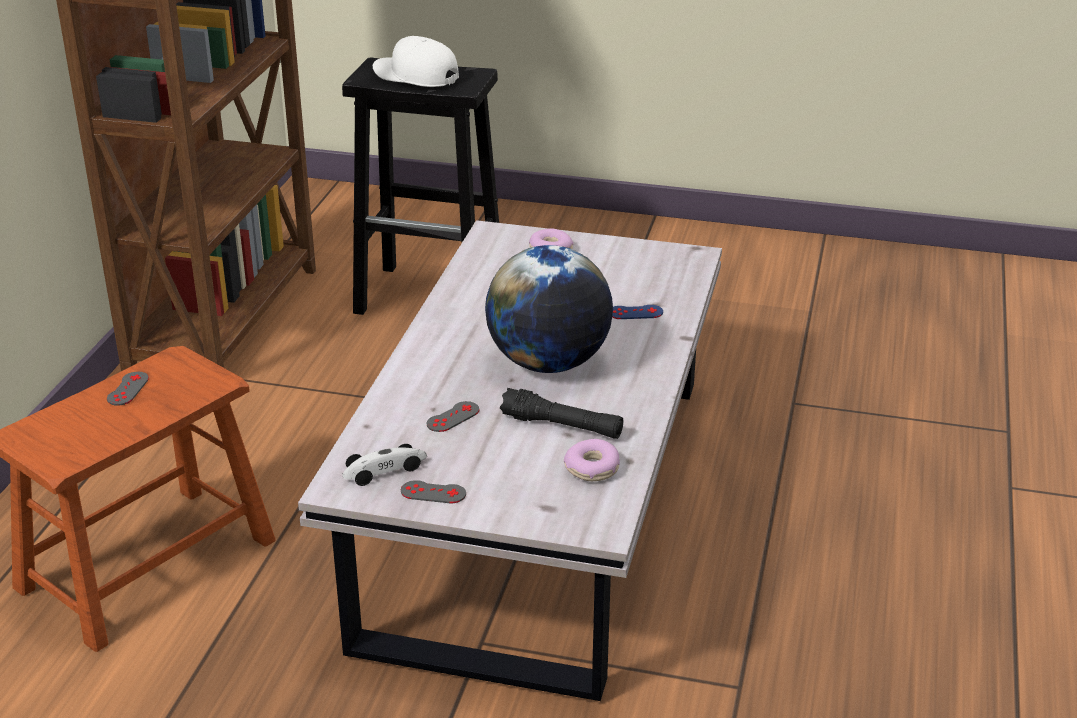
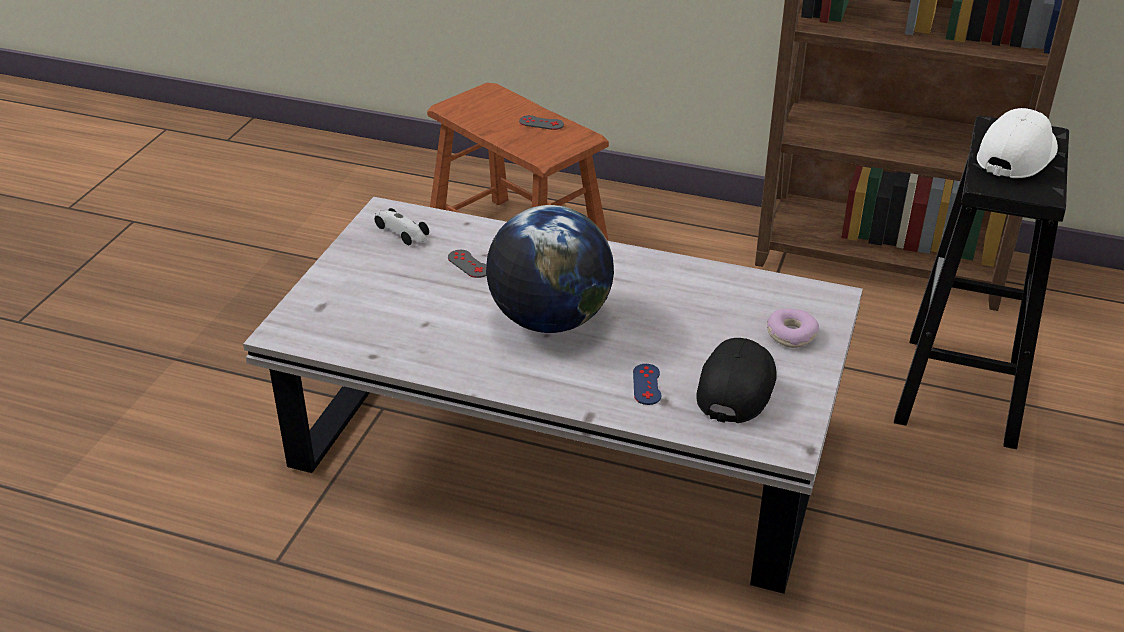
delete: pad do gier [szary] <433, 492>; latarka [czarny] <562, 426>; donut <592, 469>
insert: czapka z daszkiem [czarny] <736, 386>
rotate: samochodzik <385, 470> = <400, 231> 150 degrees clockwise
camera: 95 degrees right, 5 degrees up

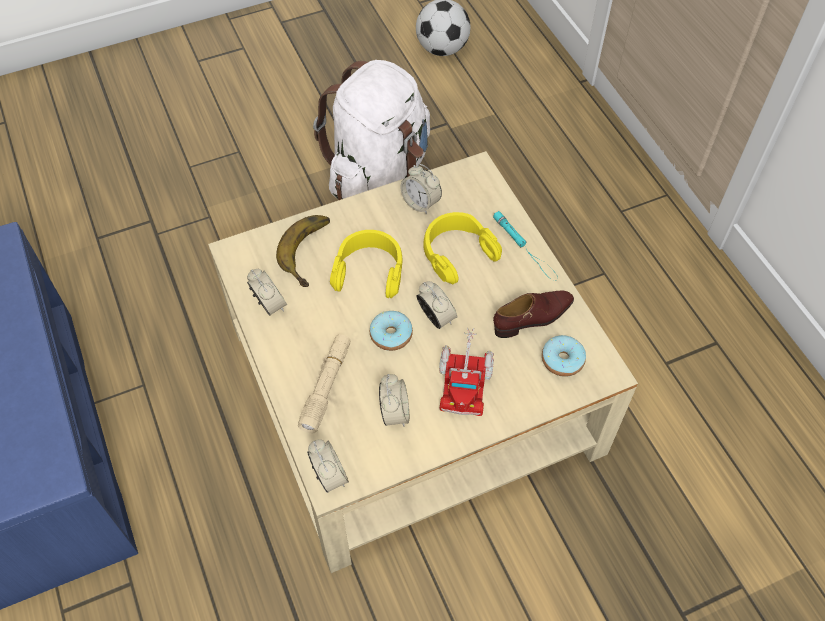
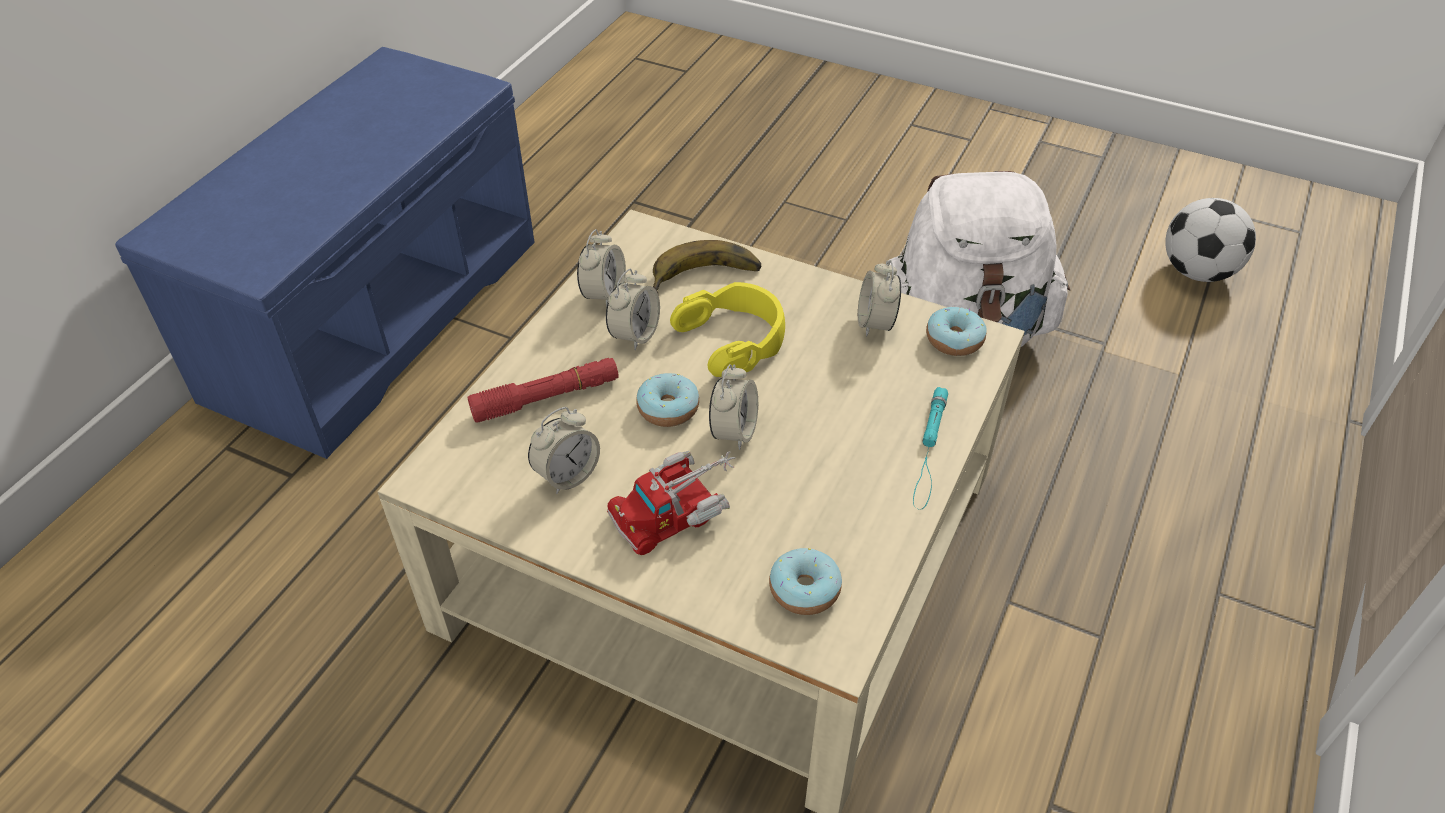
delete: słuchawki [żółty] <457, 252>; but [brązowy] <533, 317>
insert: donut <954, 340>
move: budzik <329, 476> to <634, 334>
recolor: latarka [beżowy] <326, 386> to latarka [czerwony] <546, 398>
camera: 50 degrees right, 10 degrees down

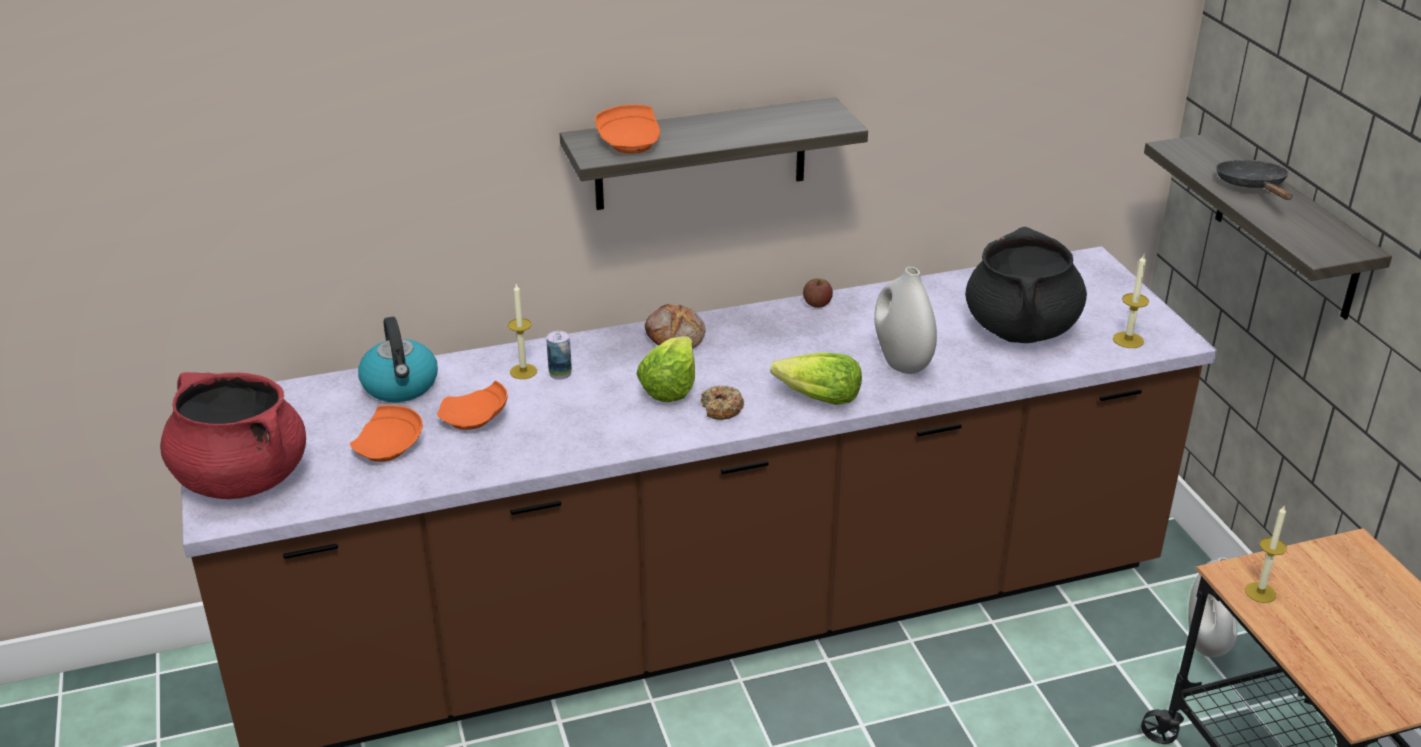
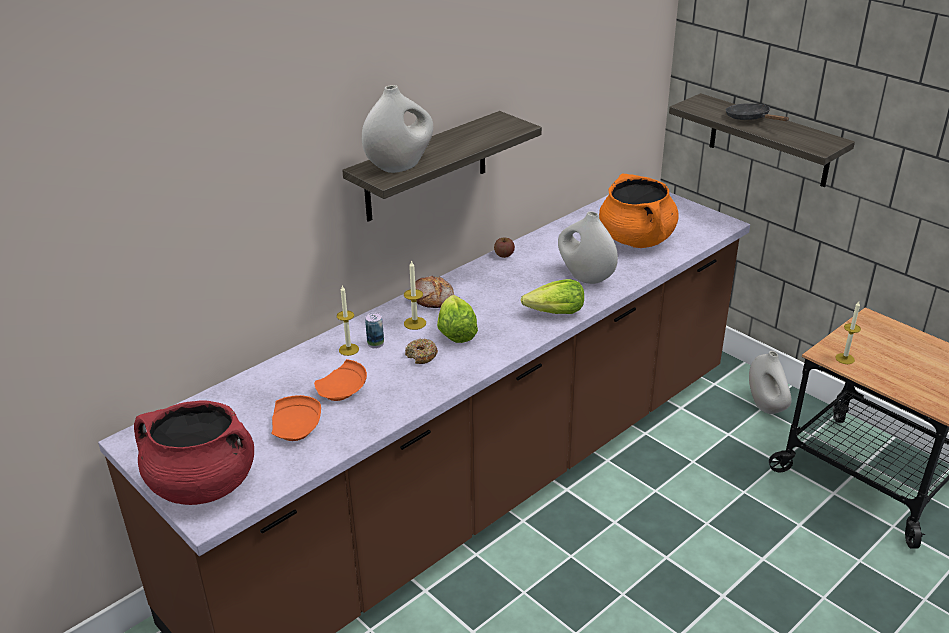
delete: czajnik <401, 386>
move: donut <721, 409> to <421, 356>; świeca <1128, 340> to <415, 323>
replace: talerz [pomarańczowy] <631, 143> to wazon [biały] <400, 166>
recolor: garnek [czarny] <1021, 329> to garnek [pomarańczowy] <636, 239>
camera: 25 degrees left, 0 degrees up

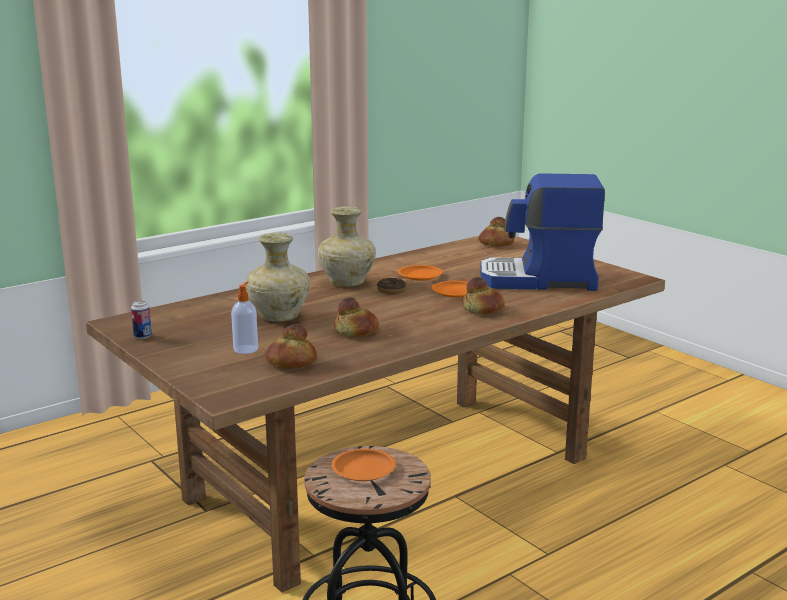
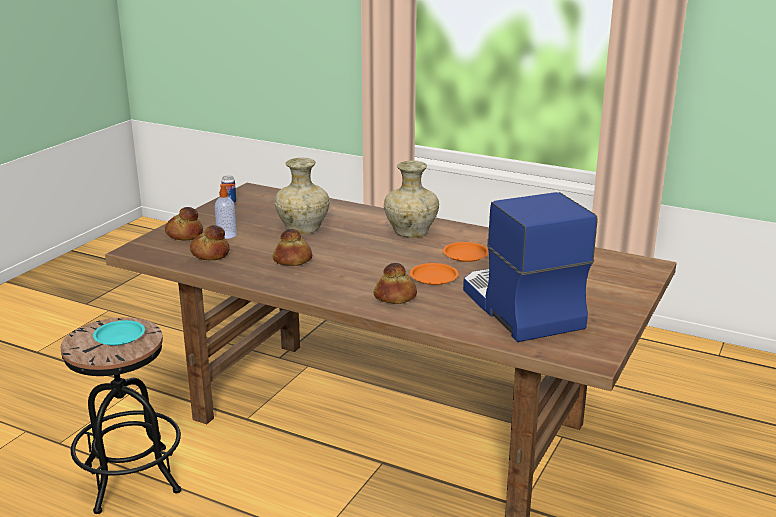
delete: donut <391, 290>
move: chleb <496, 244> to <185, 234>
recolor: talerz [pomarańczowy] <363, 469> to talerz [turkusowy] <119, 336>
camera: 65 degrees right, 5 degrees up

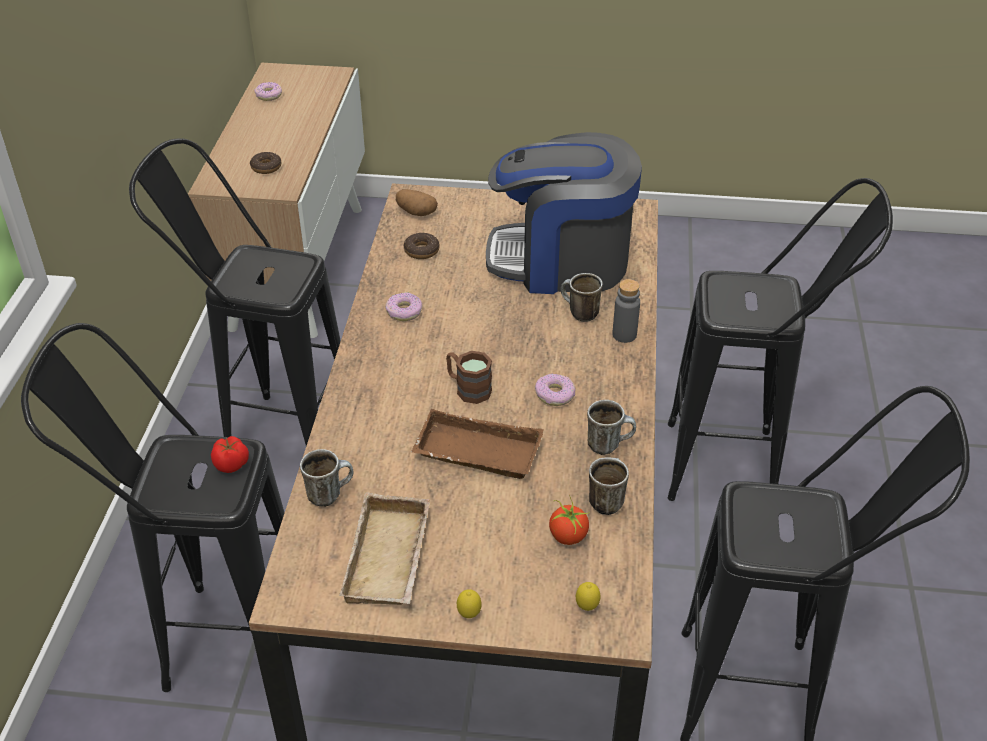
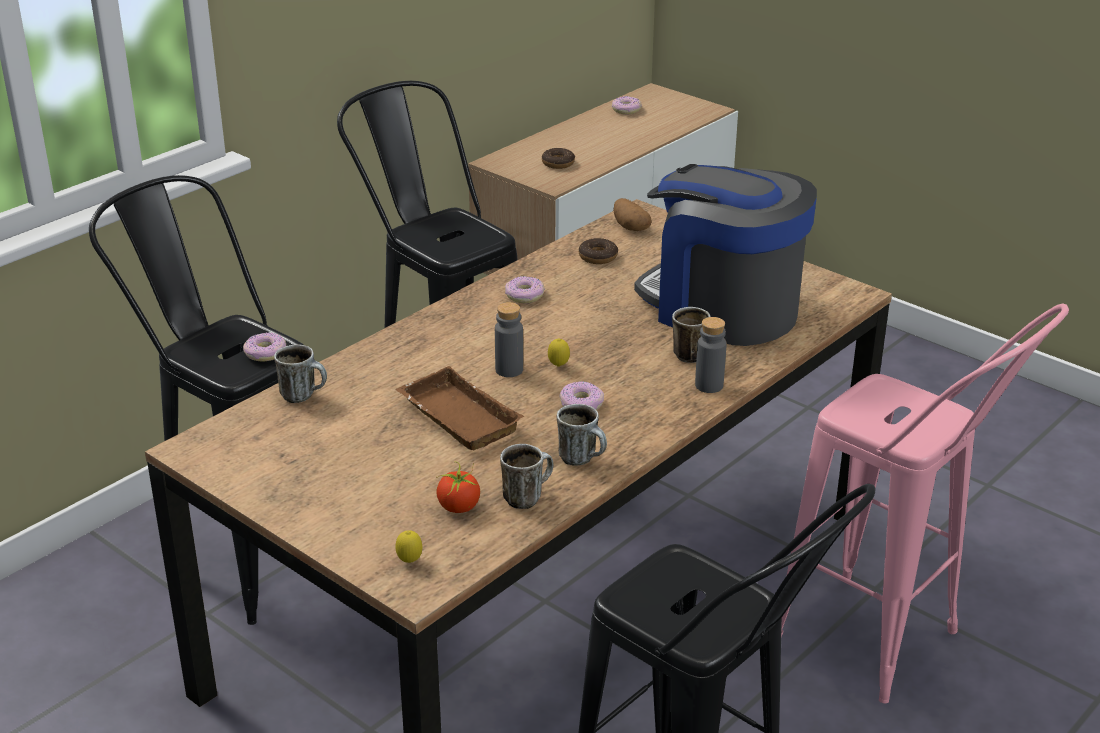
delete: taca [beżowy] <391, 559>
move: cytryna <469, 615> to <558, 366>
replace: pomidor <232, 464> to donut <266, 353>; kubek [brązowy] <468, 388> to butelka [szary] <509, 370>
recolor: stołek [czarny] <743, 467> to stołek [różowy] <889, 650>
camera: 35 degrees right, 10 degrees down

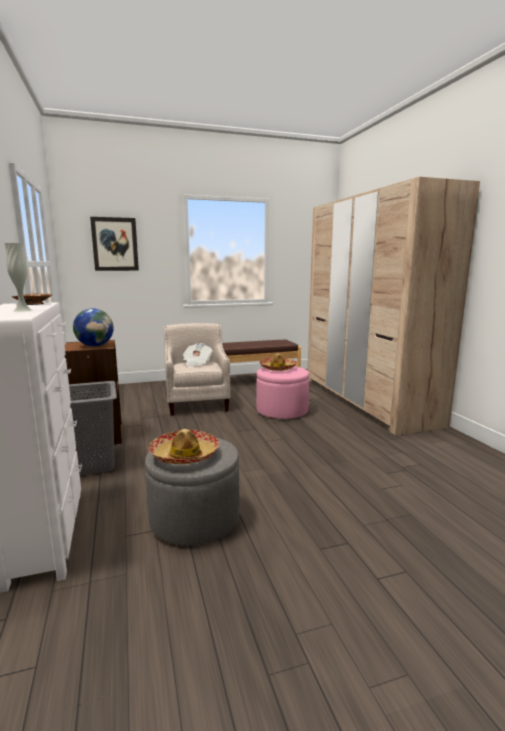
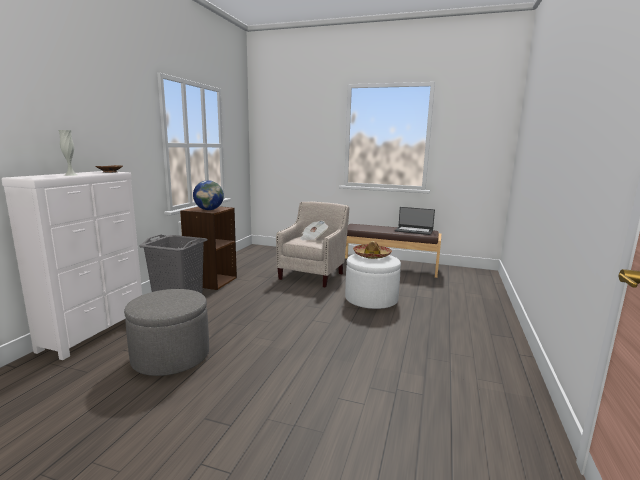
delete: obraz <115, 244>; kapelusz <185, 455>; szafa [beżowy] <366, 400>
insert: laptop <414, 231>
recolor: pufa [różowy] <282, 411> to pufa [biały] <371, 299>
camera: 35 degrees right, 0 degrees up

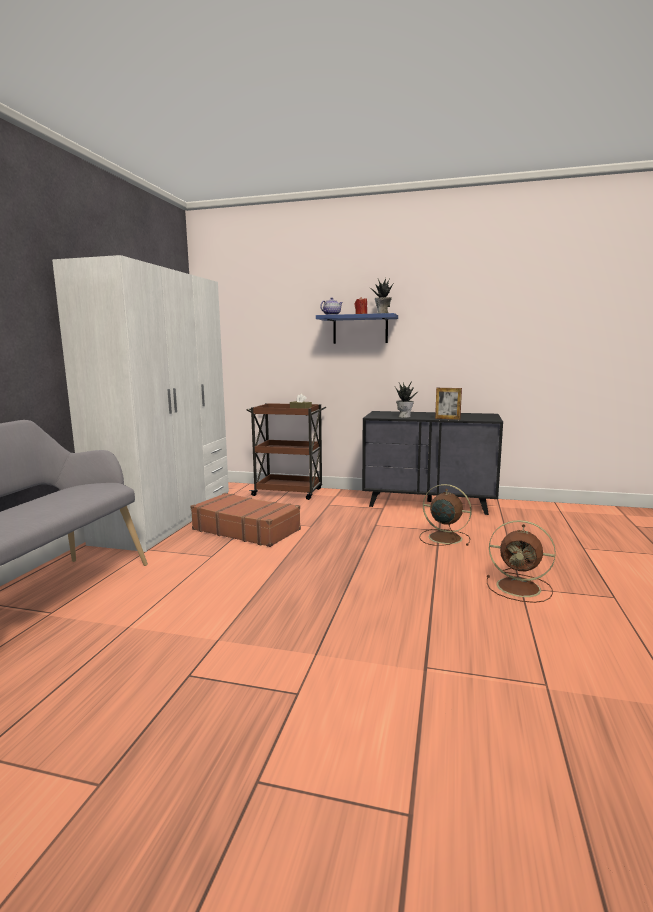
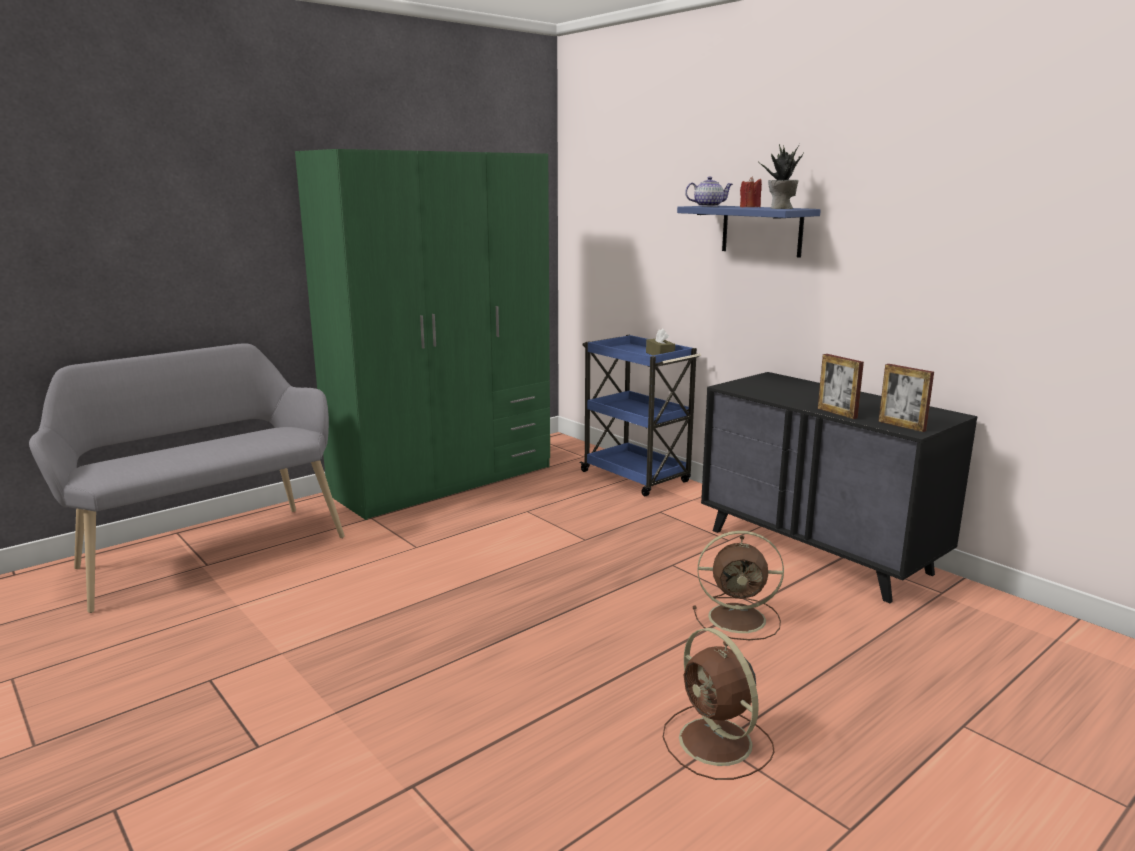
delete: walizka [brązowy] <246, 529>; roślina doniczkowa <404, 417>
insert: ramka na zdjęcie <901, 426>
recolor: szafa [biały] <167, 518> to szafa [zielony] <444, 480>; wózek [brązowy] <289, 492> to wózek [niebieski] <636, 477>
rotate: wentylator [brązowy] <443, 537> = <739, 618> 120 degrees clockwise
camera: 35 degrees right, 5 degrees up

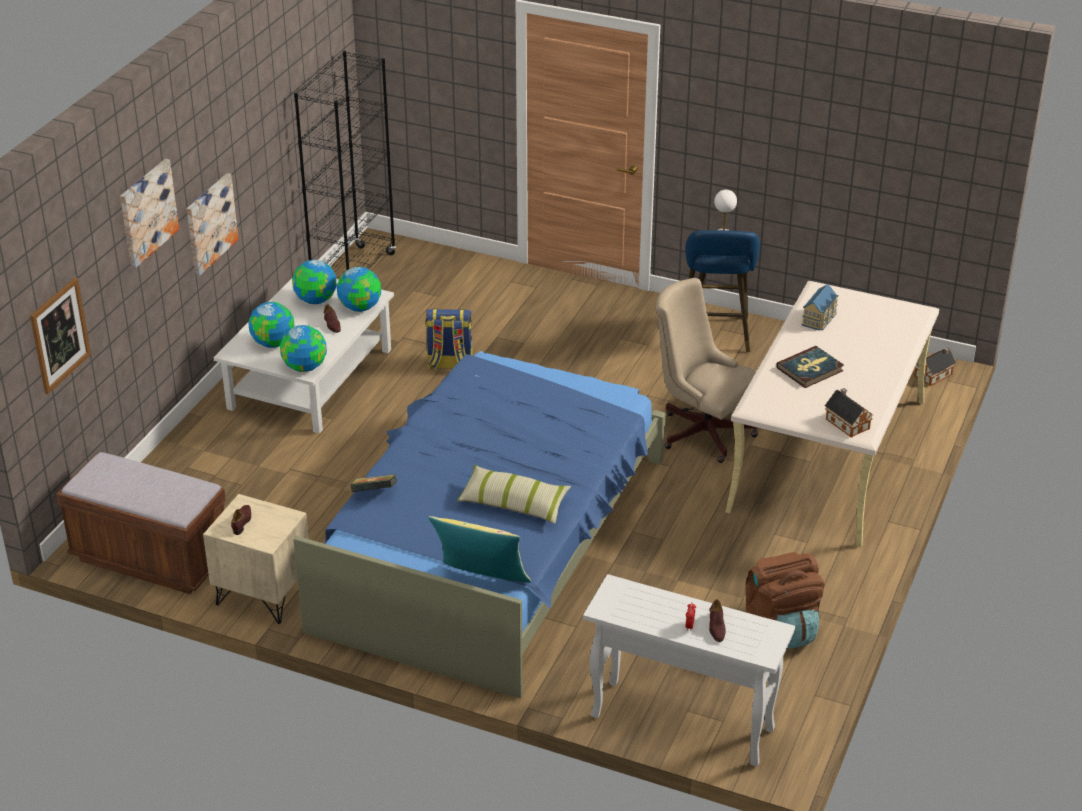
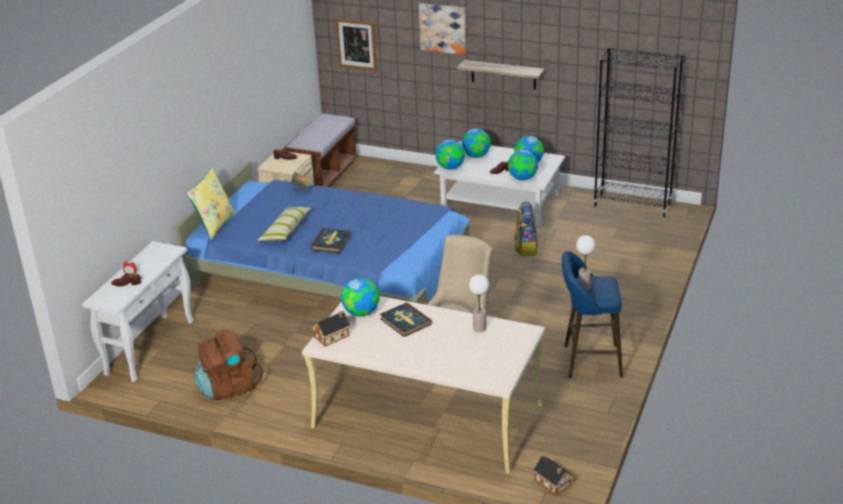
insert: książka <331, 242>; globus <361, 312>
replace: obraz <210, 223> to półka <503, 74>; domek <820, 319> to lampa stołowa <479, 328>
camera: 90 degrees right, 5 degrees down

